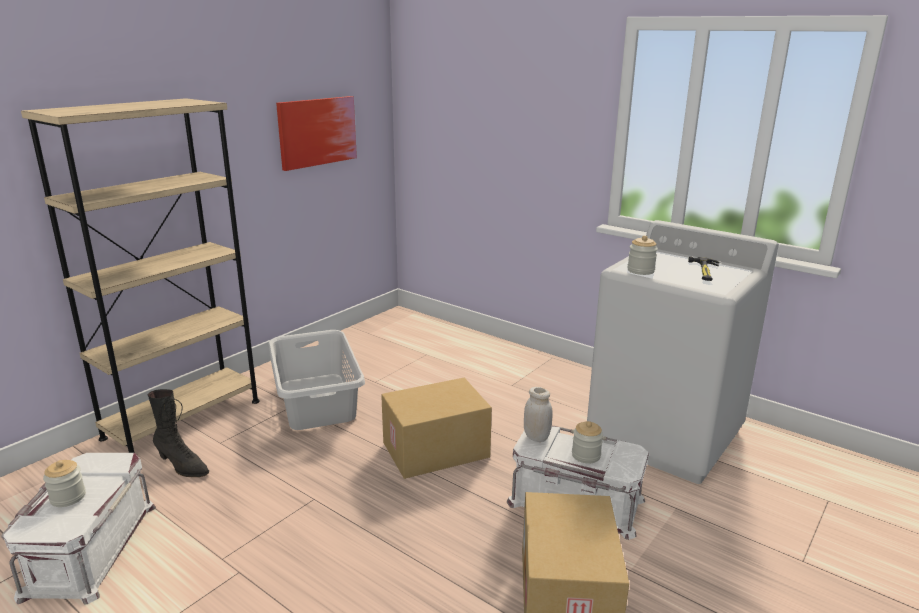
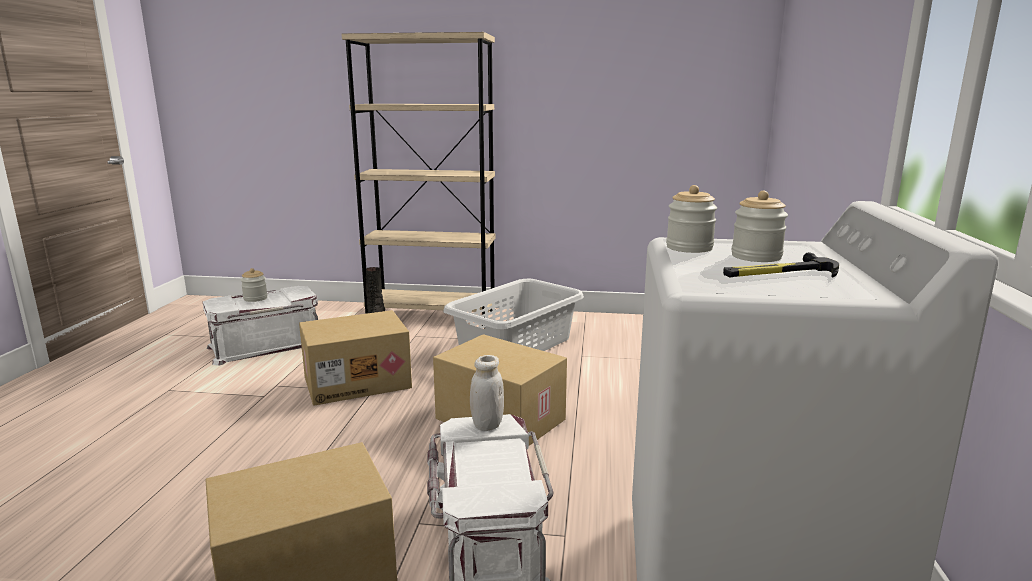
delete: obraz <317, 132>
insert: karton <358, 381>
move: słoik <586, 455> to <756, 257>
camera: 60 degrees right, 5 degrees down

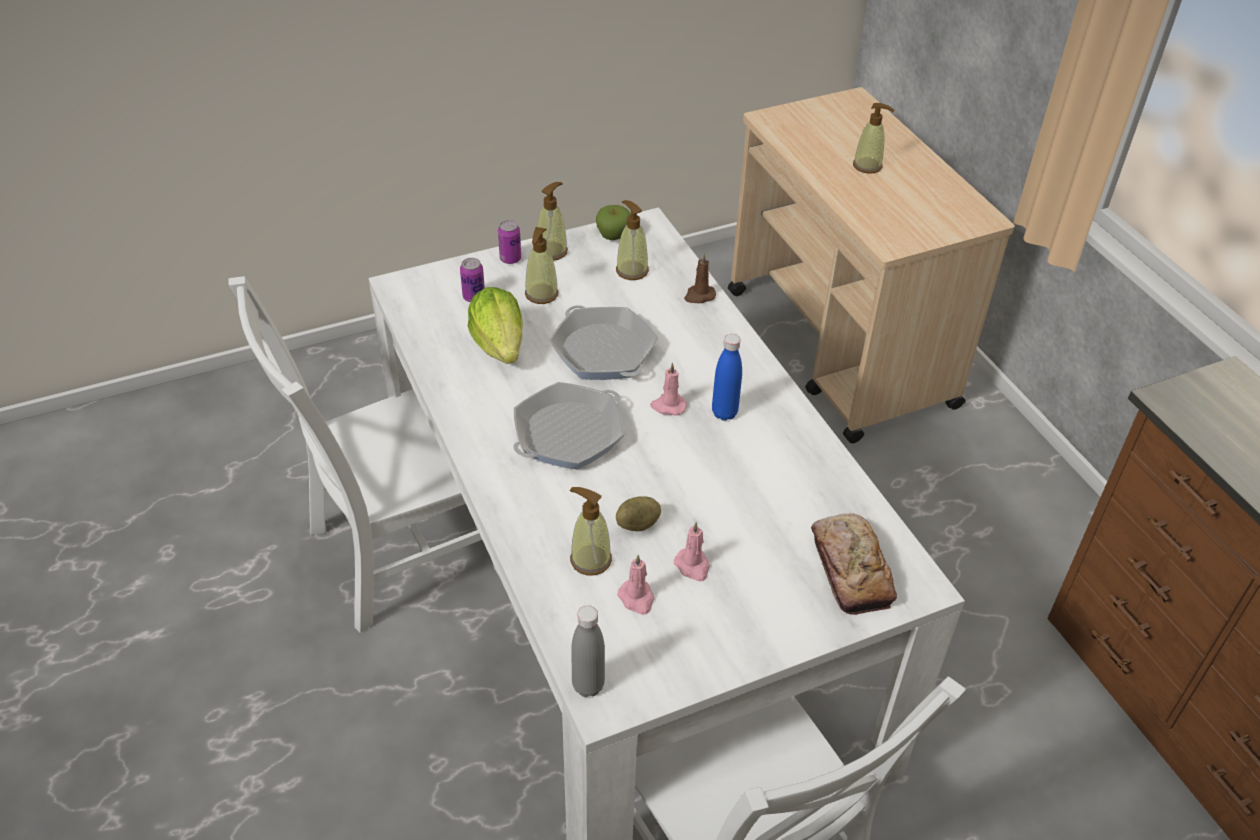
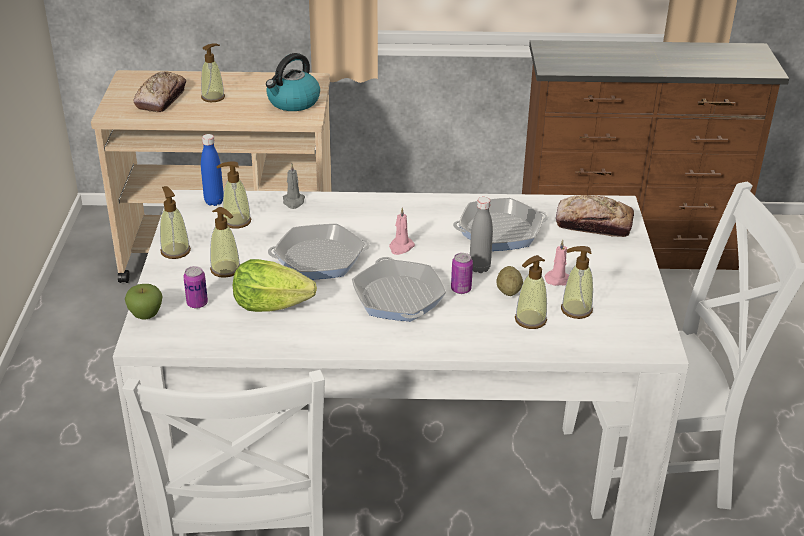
insert: chleb <161, 99>; czajnik <293, 102>; patelnia <500, 231>
move: puszka <510, 259> to <461, 289>; butelka [szary] <588, 685> to <479, 268>; jabłko <613, 236> to <146, 315>; butelka [niebieski] <724, 413> to <214, 201>
replace: świeca [różowy] <637, 598> to dozownik mydła <576, 310>
recolor: świeca [brązowy] <699, 296> to świeca [szary] <293, 202>
camera: 65 degrees left, 10 degrees down

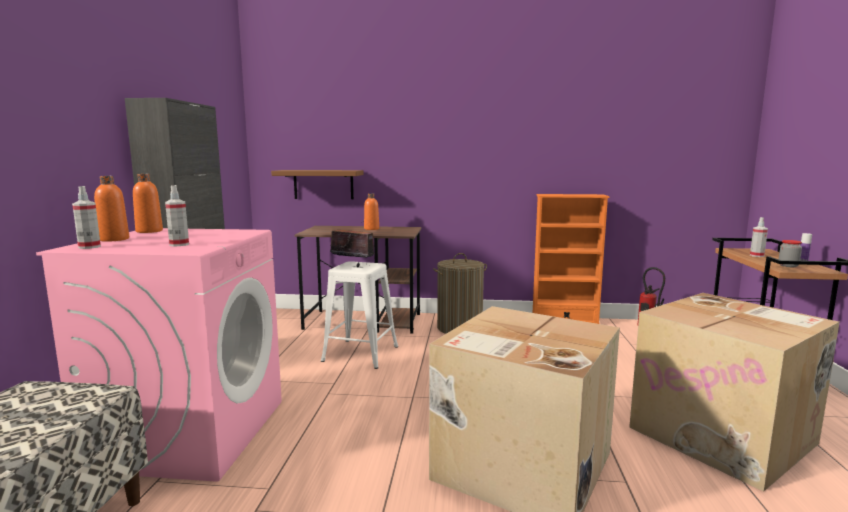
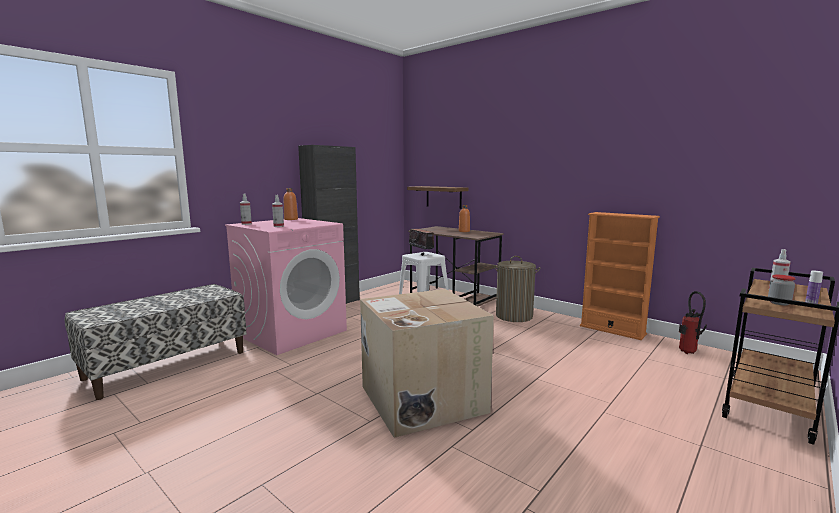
delete: butelka [pomarańczowy] <114, 239>; karton <724, 435>
camera: 35 degrees right, 0 degrees up

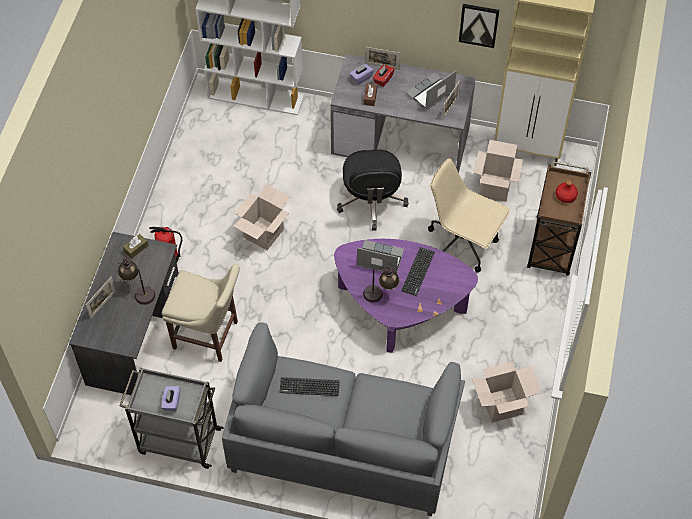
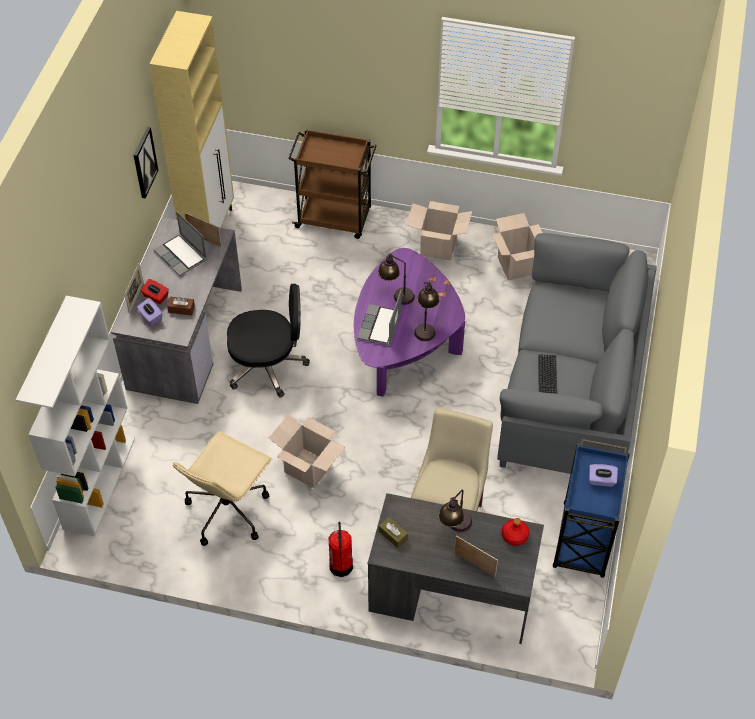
move: krzesło biurowe [beżowy] <463, 244> to <228, 510>; karton <495, 187> to <438, 247>; butelka [czerwony] <565, 196> to <514, 536>
replace: klawiatura <418, 271> to lampa stołowa <396, 294>
recolor: wózek [szary] <178, 440> to wózek [niebieski] <583, 542>
camera: 90 degrees left, 5 degrees down

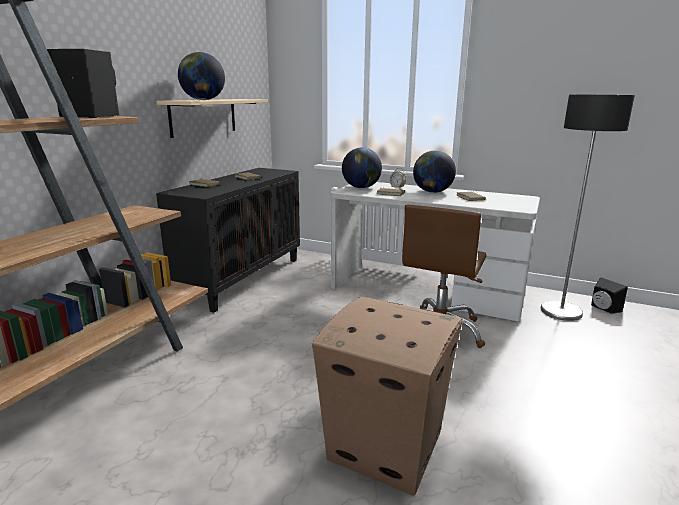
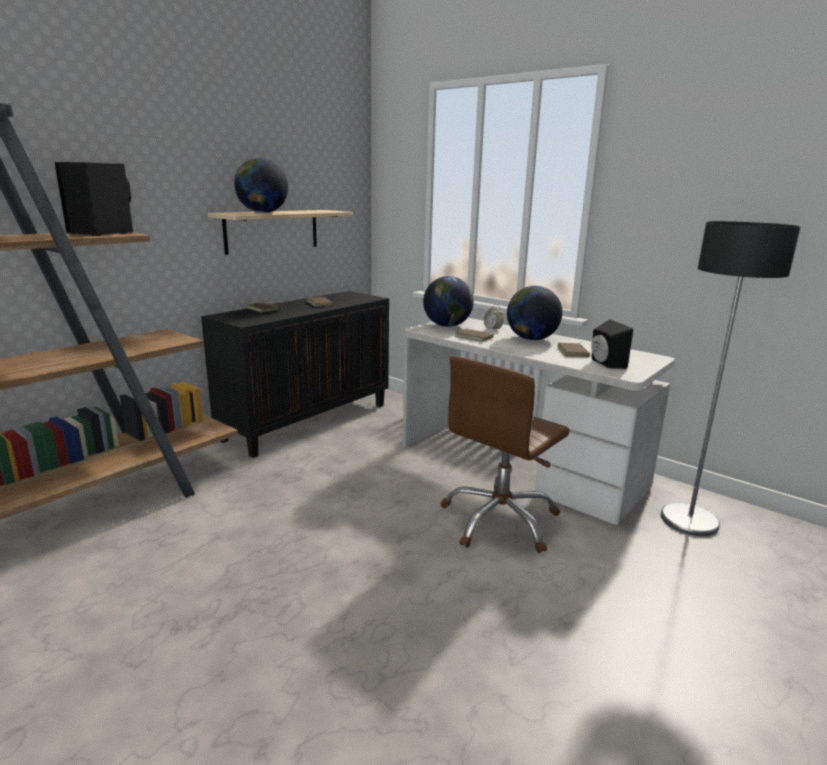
delete: karton <383, 445>
move: głośnik [czarny] <603, 309> to <605, 363>
camera: 15 degrees right, 0 degrees up

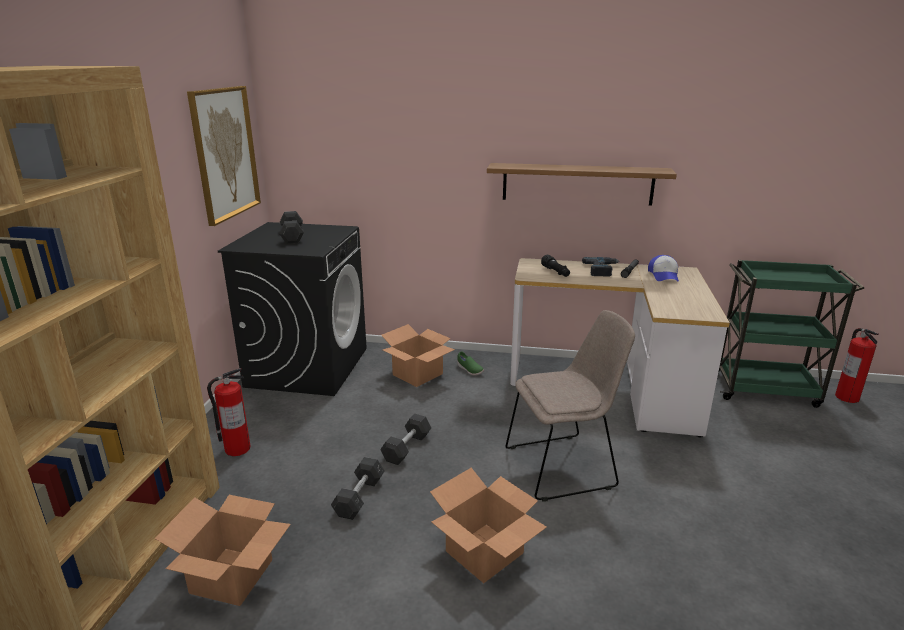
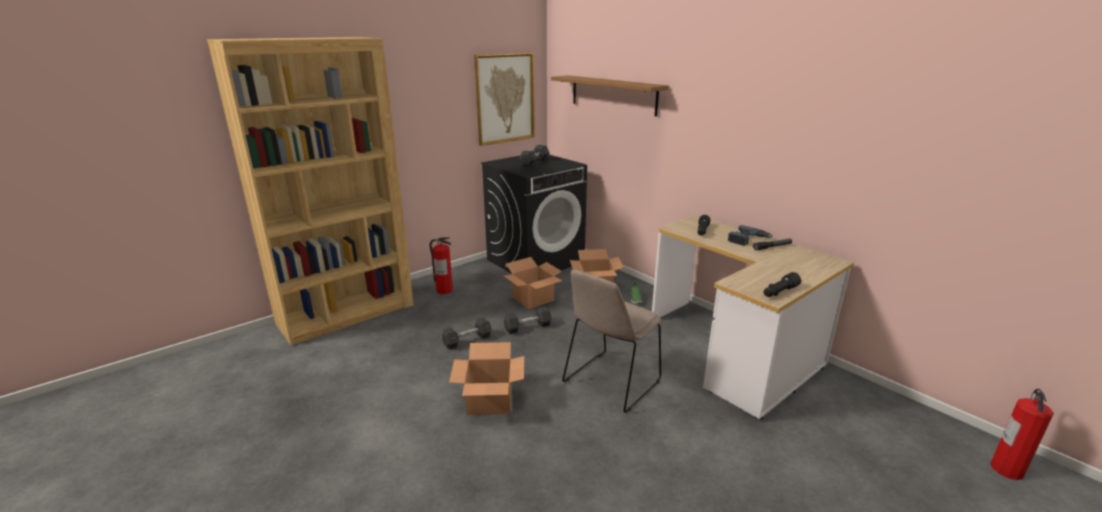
delete: czapka z daszkiem <664, 275>; wózek [zielony] <766, 389>
insert: latarka [czarny] <779, 292>
move: karton <232, 575> to <533, 299>; półka <577, 184> to <613, 94>
rotate: krzesło [beżowy] <563, 466> = <610, 383> 105 degrees clockwise
camera: 40 degrees right, 0 degrees up

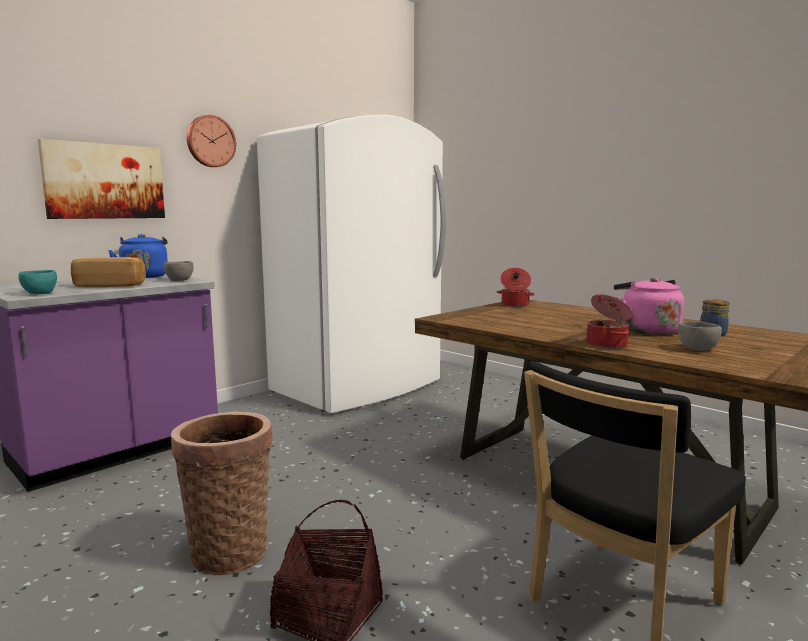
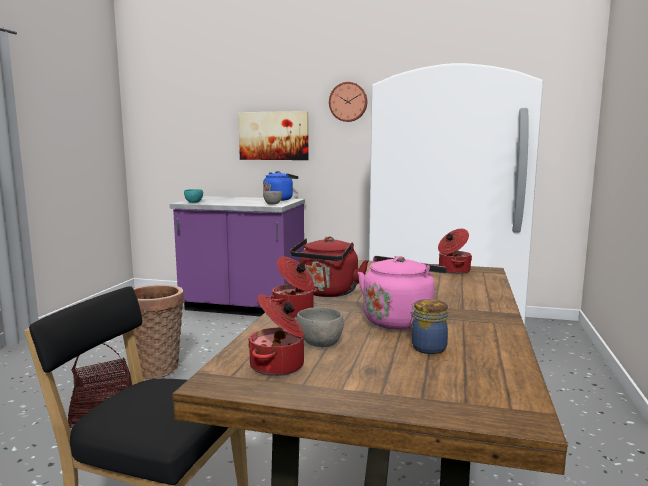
delete: chleb <110, 285>
insert: garnek <278, 366>; czajnik [czerwony] <327, 293>
camera: 60 degrees right, 0 degrees up

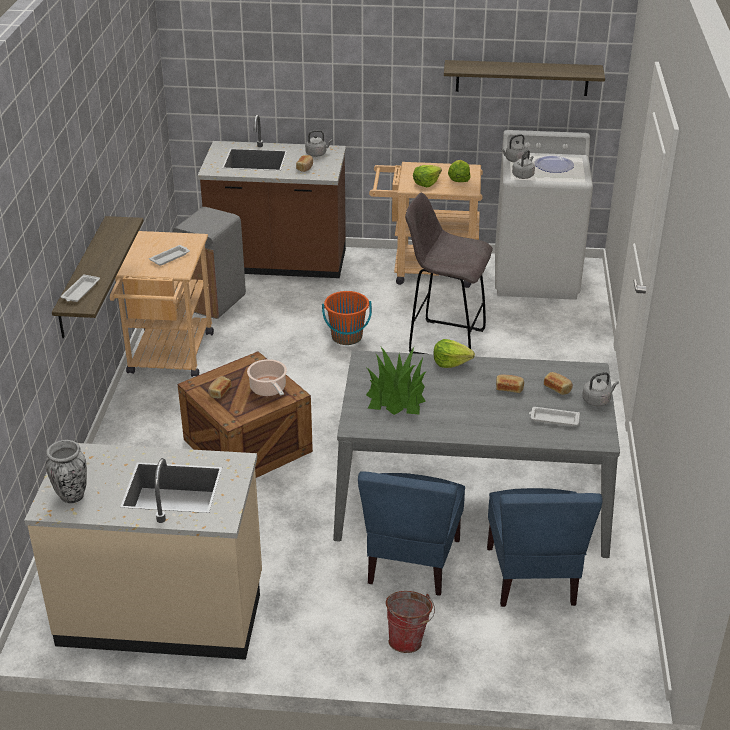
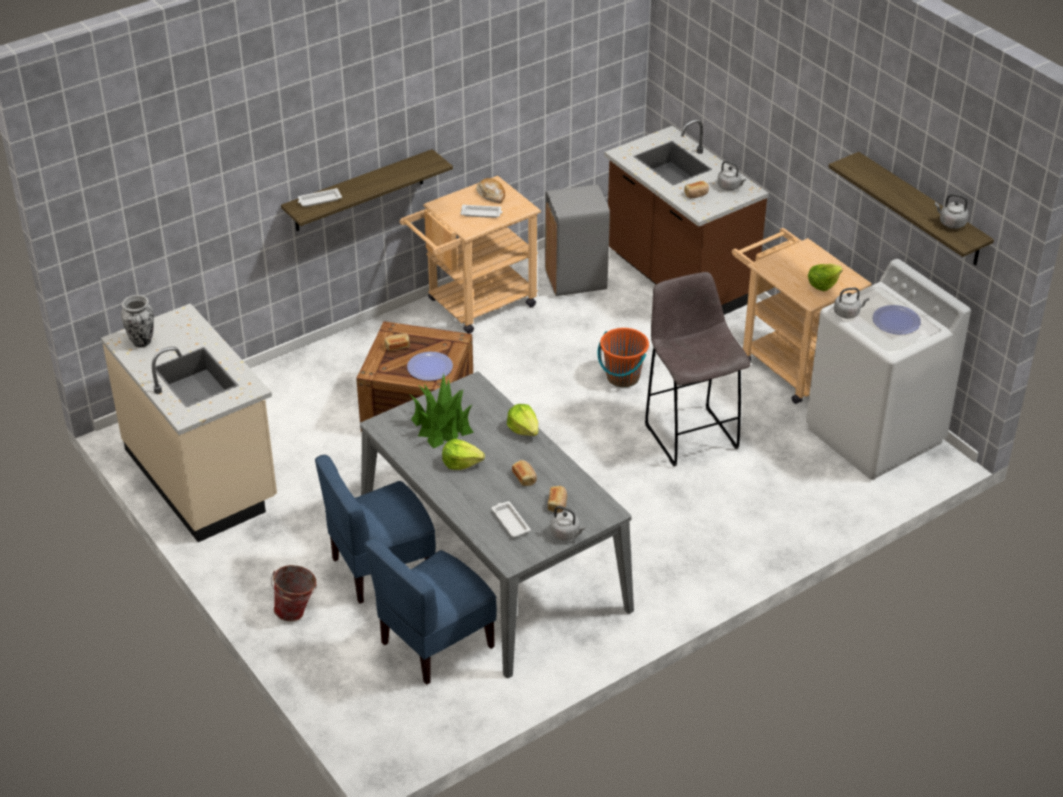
insert: chleb <491, 194>
move: sałata <426, 183> to <461, 463>; czajnik [szary] <514, 160> to <950, 223>
replace: garnek <269, 389> to talerz <429, 367>
camera: 50 degrees right, 5 degrees up

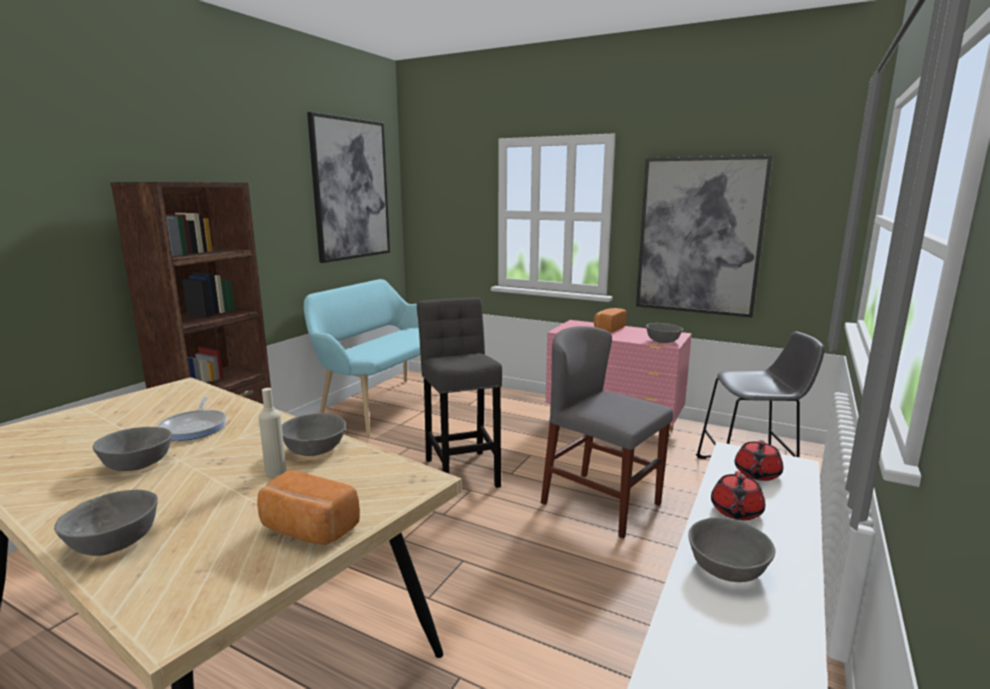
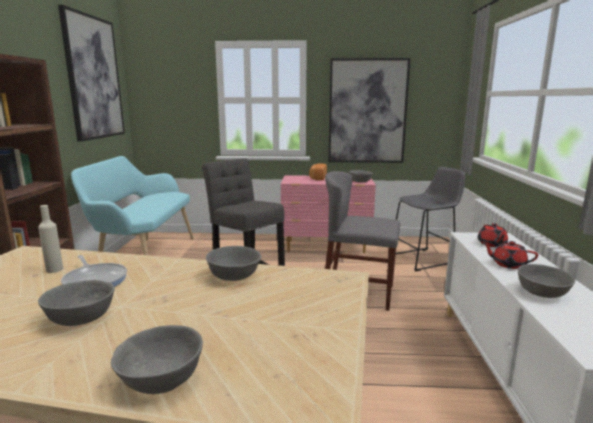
delete: chleb <307, 530>
move: butelka [beżowy] <275, 471> to <54, 269>
rotate: imbryk [czerwony] <736, 511> = <508, 264> 120 degrees clockwise
camera: 25 degrees left, 0 degrees up

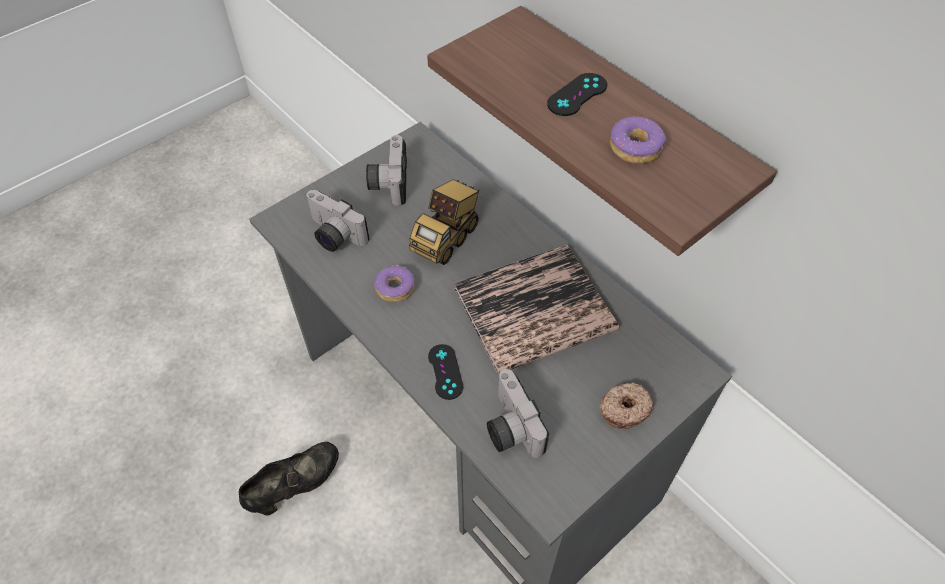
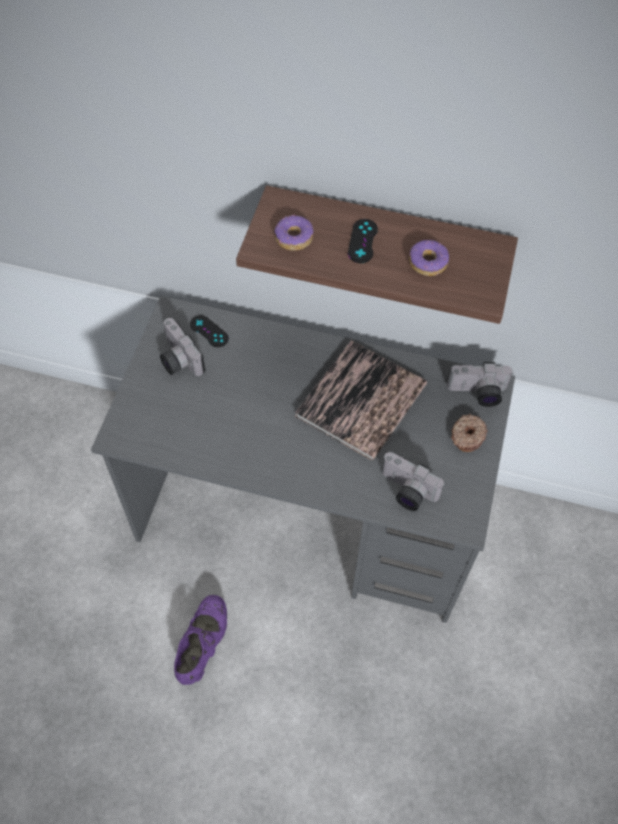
delete: ciężarówka zabawkowa <447, 237>
move: aparat fotograficzny <333, 235> to <477, 394>; donut <395, 288> to <293, 238>; pad do gier [czarny] <445, 371> to <209, 331>
recolor: but [czarny] <295, 485> to but [fioletowy] <203, 644>
camera: 35 degrees left, 5 degrees up

